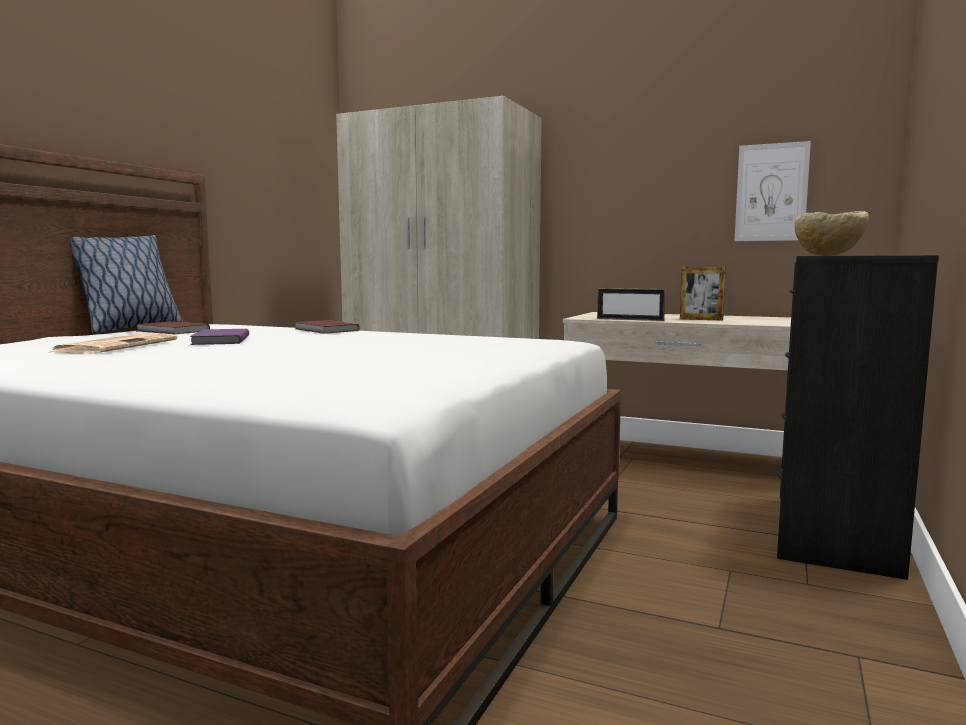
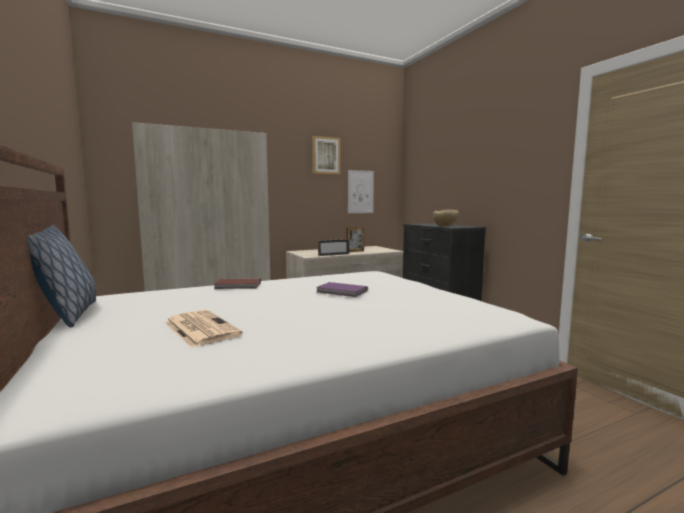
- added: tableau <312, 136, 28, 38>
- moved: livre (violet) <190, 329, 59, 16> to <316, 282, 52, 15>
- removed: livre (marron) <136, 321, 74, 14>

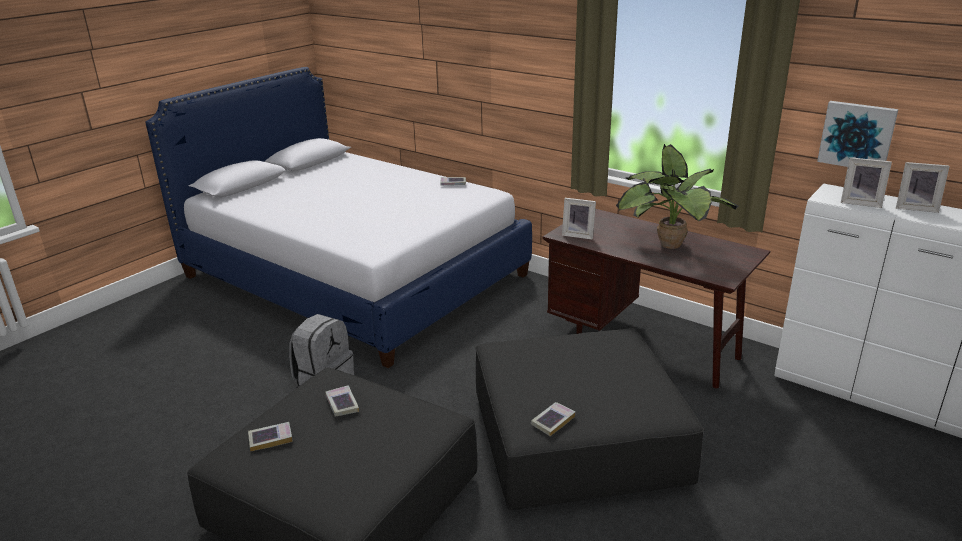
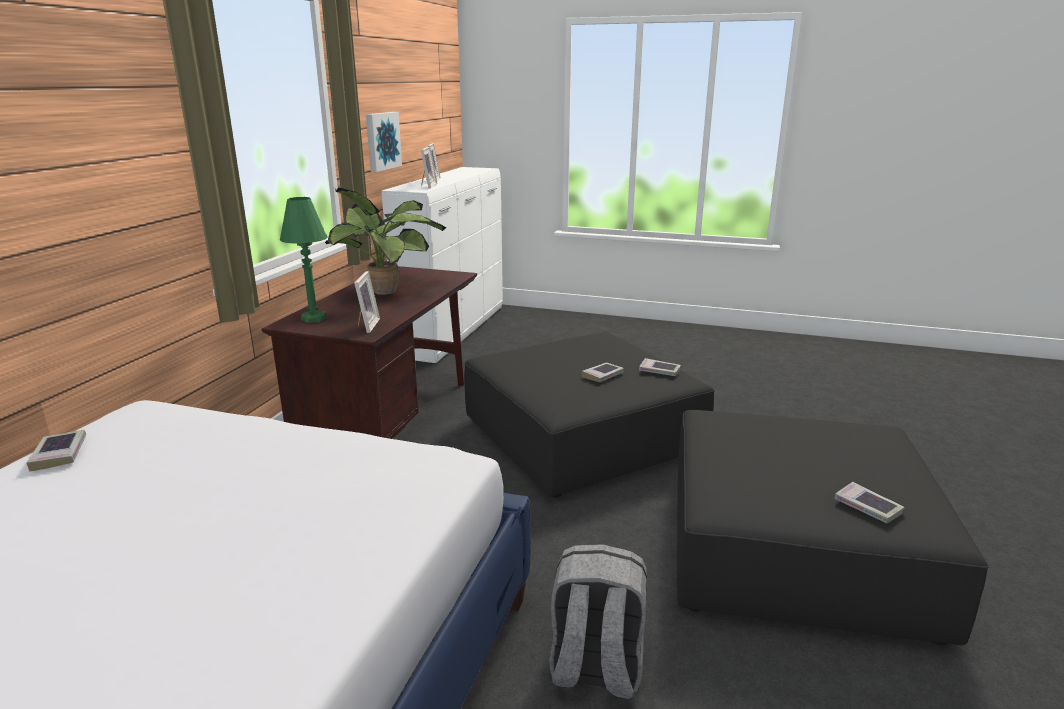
- added: lampe de table (vert) <280, 197, 48, 126>
- moved: livre <325, 385, 34, 32> to <582, 363, 42, 19>

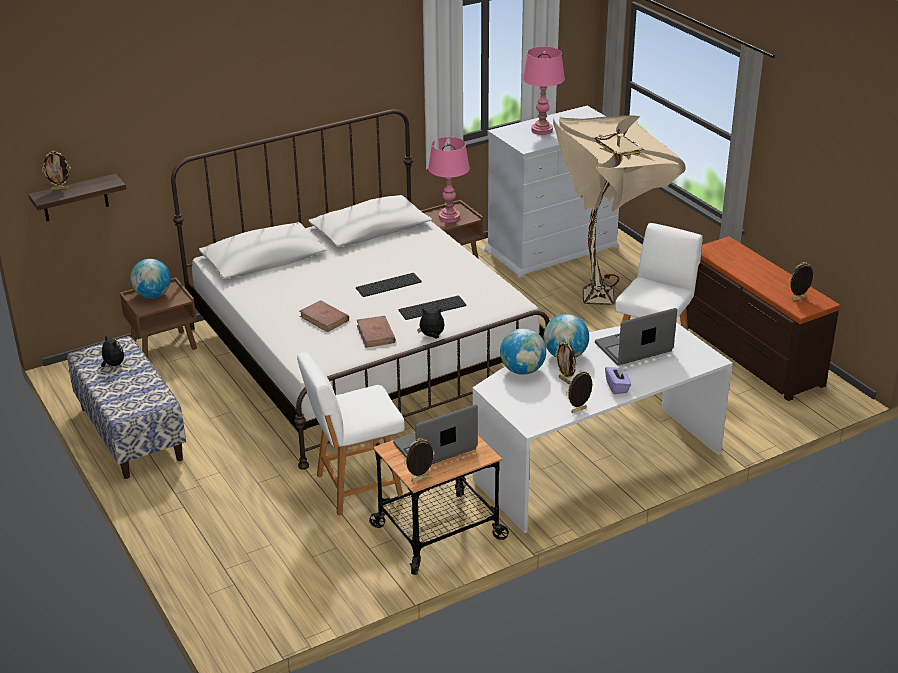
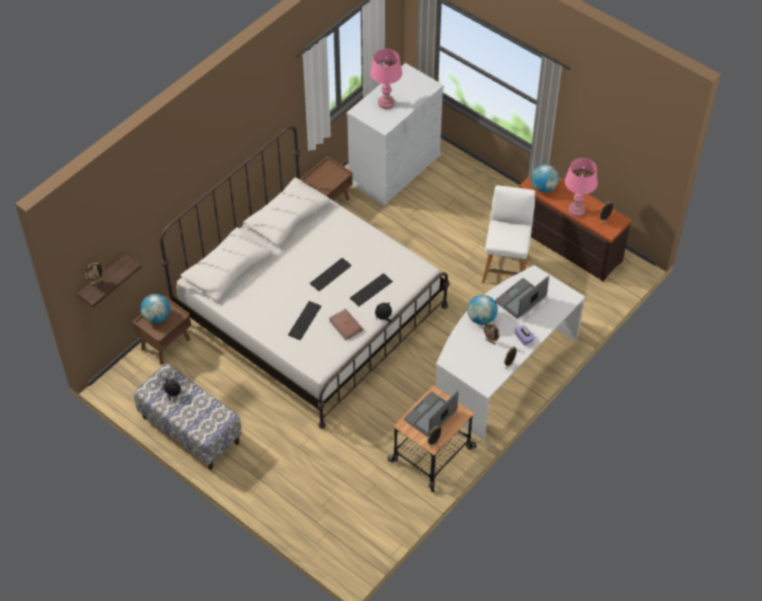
- replaced: livre (marron) <300, 300, 49, 32> to clavier <288, 301, 33, 39>
- moved: globe <500, 328, 46, 47> to <531, 164, 28, 29>
- moved: lampe de table (rose) <428, 137, 42, 86> to <565, 158, 33, 59>
- removed: chaise (blanc) <297, 352, 108, 164>
- removed: lampadaire (beige) <553, 115, 132, 190>

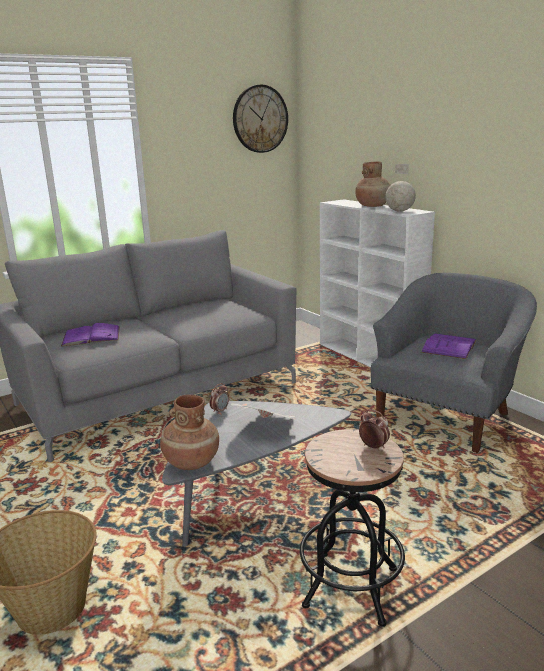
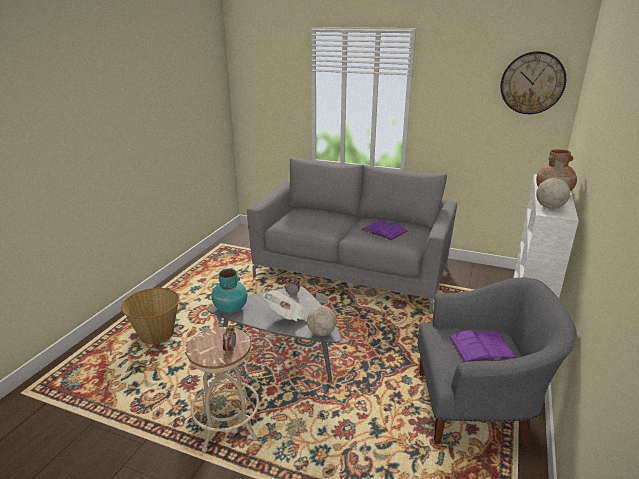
- recoloured: tabouret (noir) <300, 429, 105, 198> to tabouret (beige) <186, 327, 73, 125>
- recoloured: vase (marron) <160, 395, 59, 75> to vase (turquoise) <212, 268, 35, 45>
- added: globe <307, 292, 30, 44>
- moved: livre (violet) <61, 323, 59, 23> to <362, 221, 46, 19>

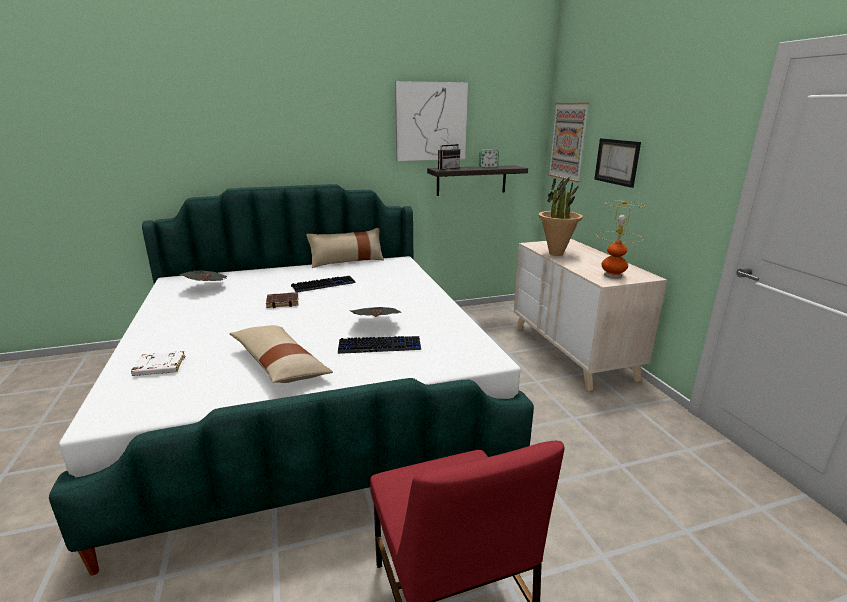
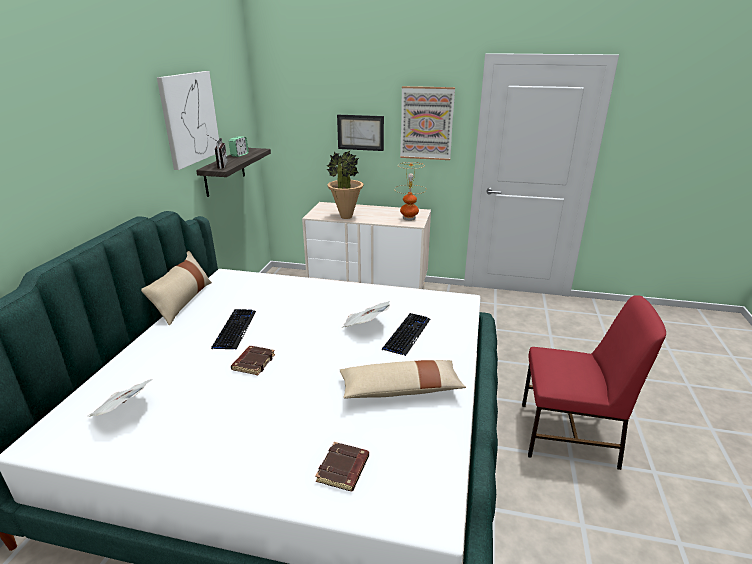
- recoloured: livre (blanc) <131, 351, 55, 25> to livre (marron) <315, 442, 54, 49>
- moved: tableau <548, 102, 42, 80> to <400, 86, 55, 74>

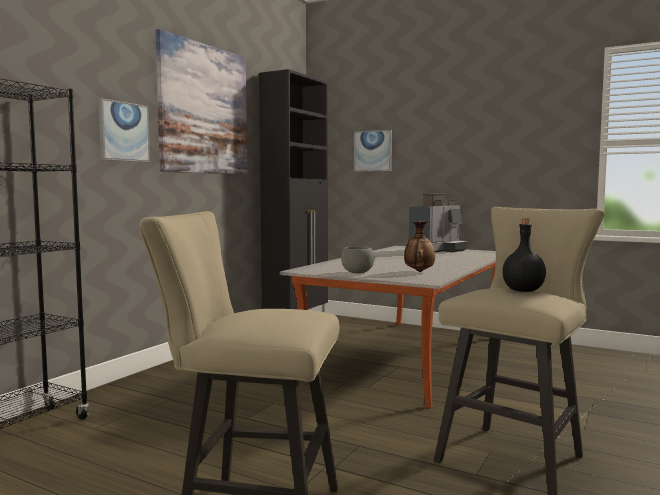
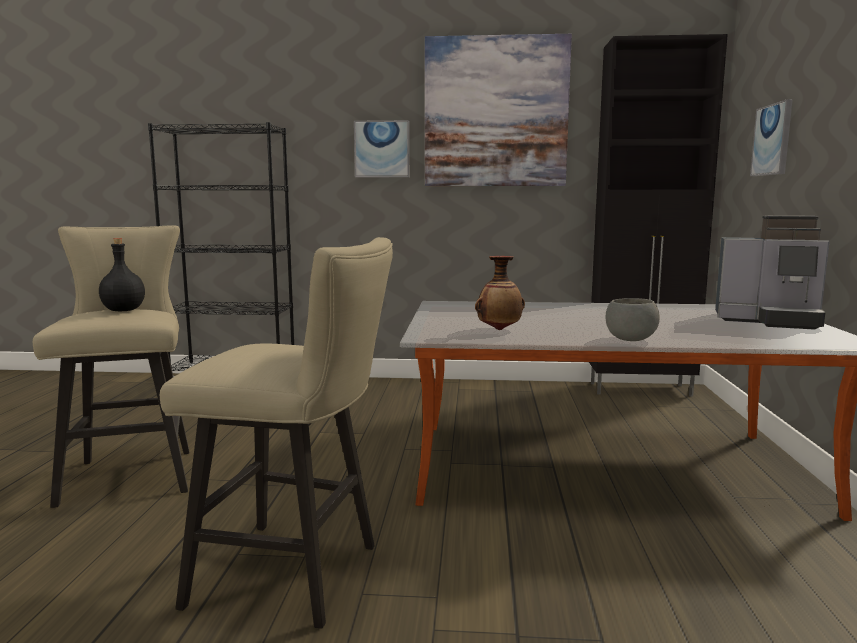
- moved: bouteille (noir) <502, 219, 44, 73> to <99, 238, 46, 73>
- moved: bol (gris) <341, 246, 34, 27> to <606, 298, 54, 43>

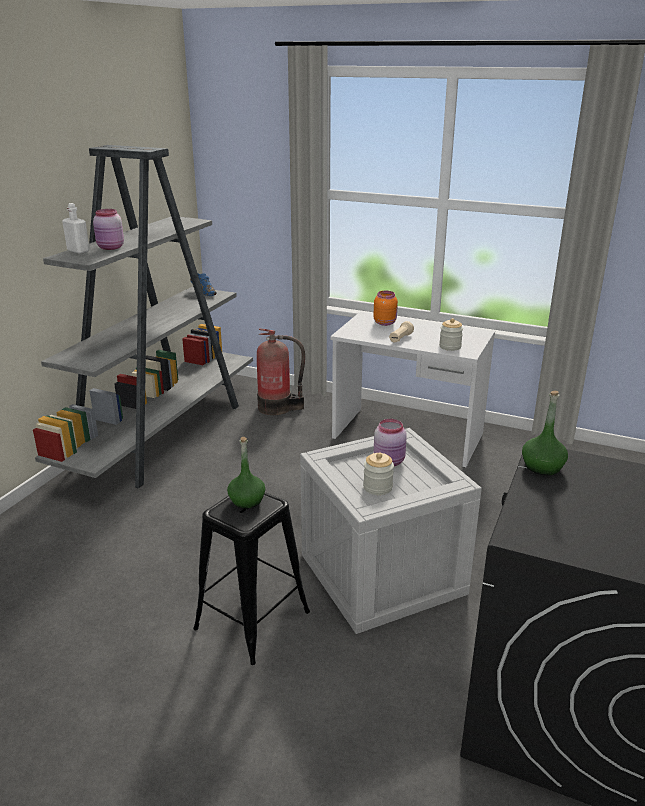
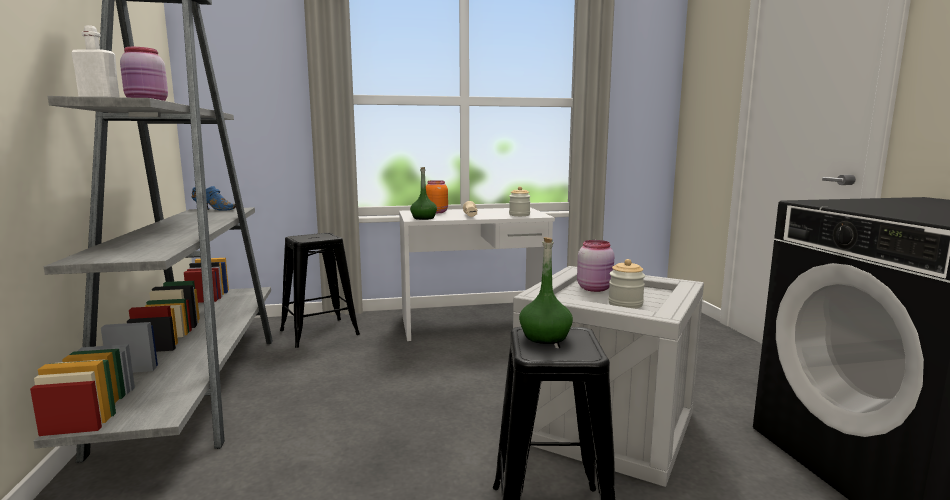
- replaced: extincteur <257, 328, 48, 87> to tabouret (noir) <280, 233, 80, 115>
- moved: bouteille (vert) <522, 391, 46, 85> to <410, 167, 27, 53>

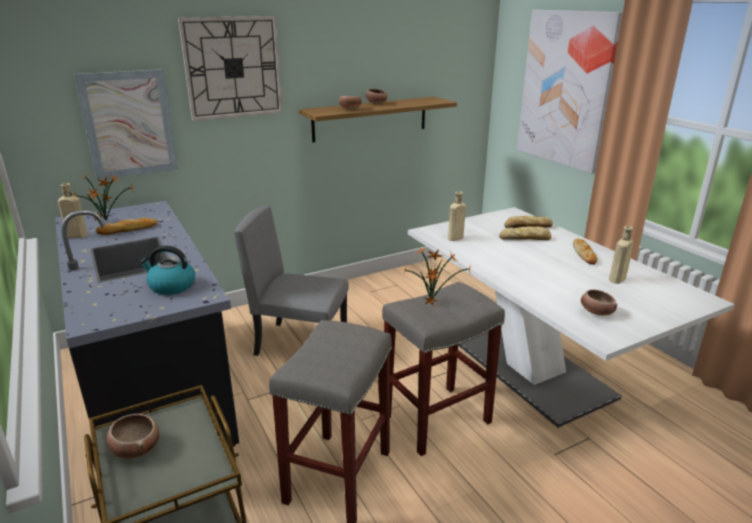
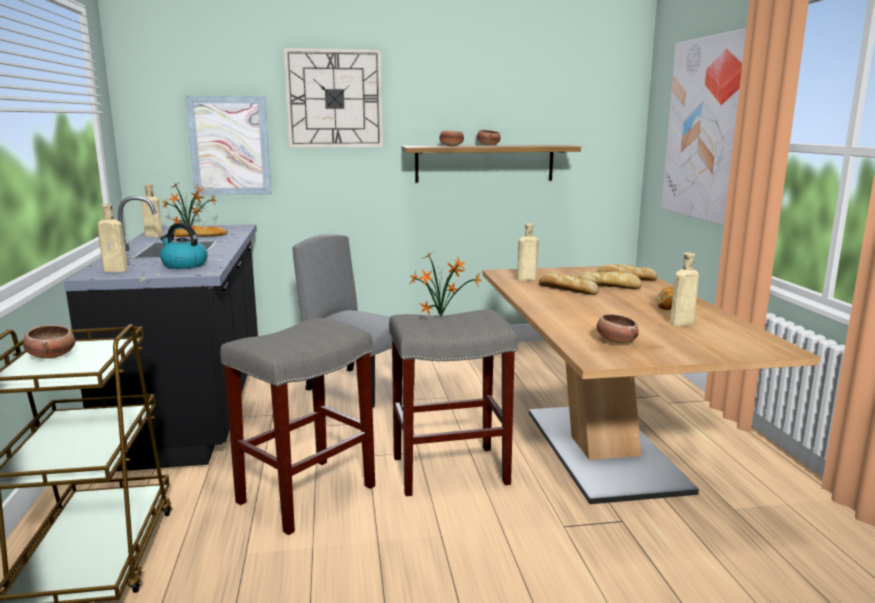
- added: bouteille (beige) <97, 204, 31, 68>
- recoloured: table à manger (blanc) <408, 207, 327, 221> to table à manger (marron) <482, 265, 338, 239>
- added: pain <539, 273, 60, 22>

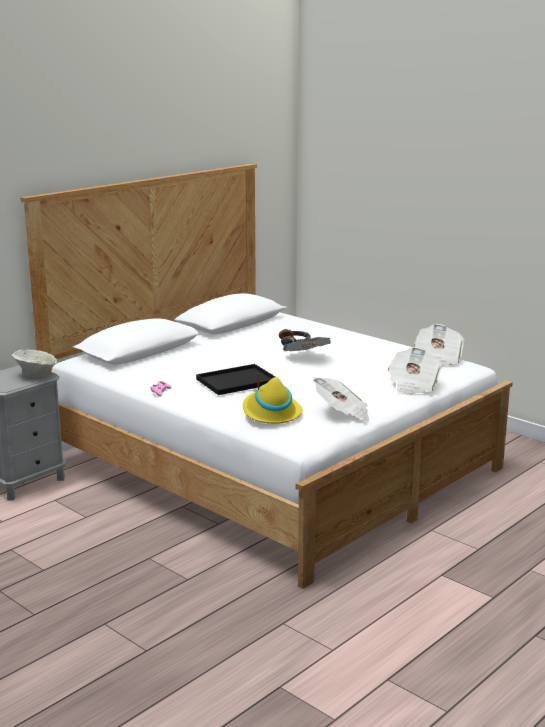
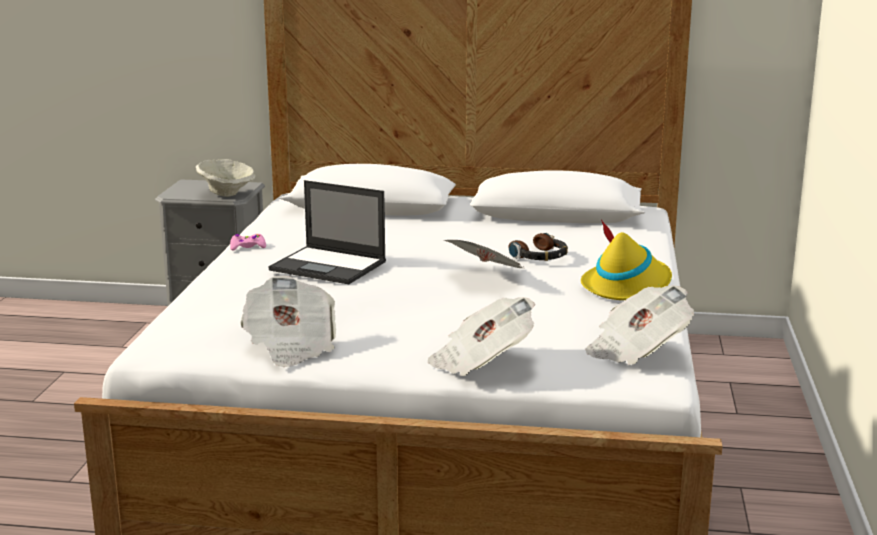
- replaced: plateau (noir) <196, 364, 83, 31> to ordinateur portable <268, 180, 118, 104>
- moved: chapeau (jaune) <243, 374, 60, 50> to <581, 219, 91, 81>

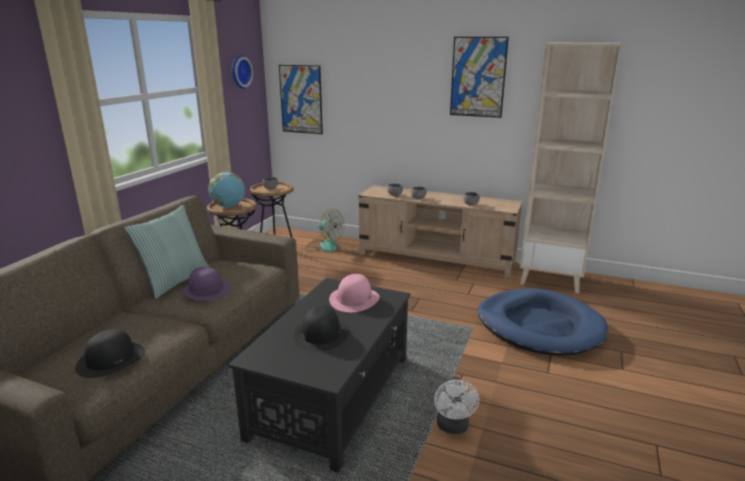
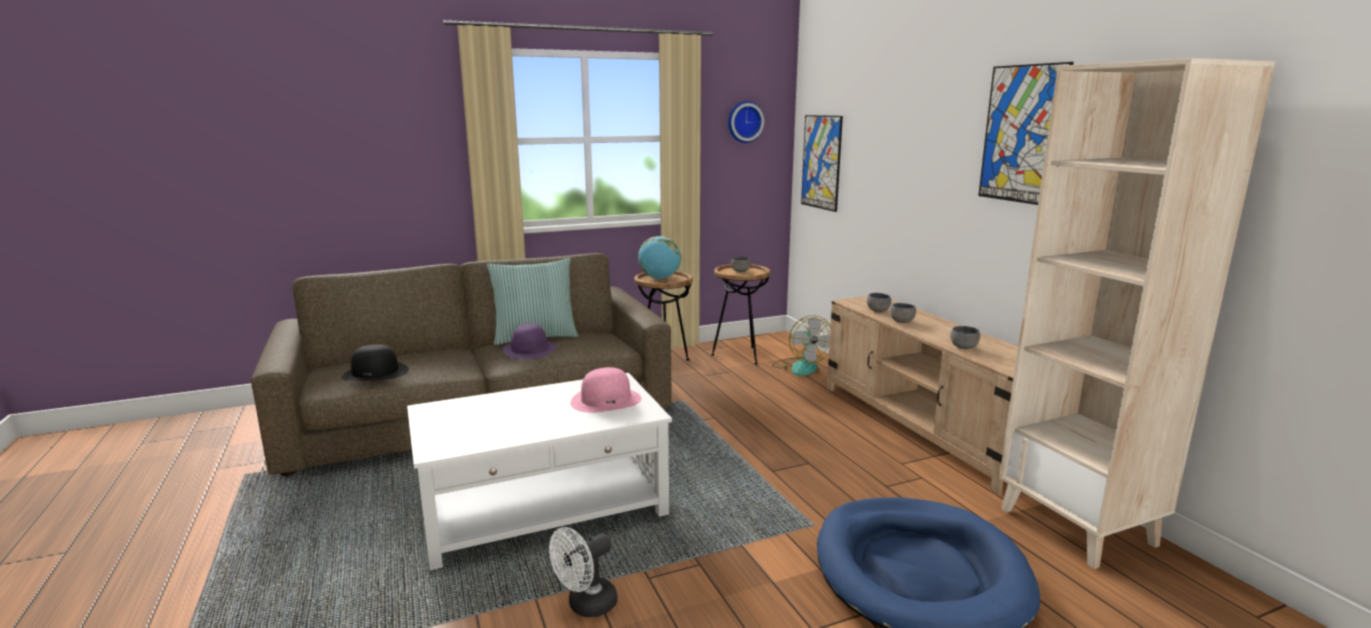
- recoloured: table basse (noir) <228, 278, 182, 195> to table basse (blanc) <407, 373, 265, 197>
- removed: chapeau (noir) <292, 305, 57, 47>

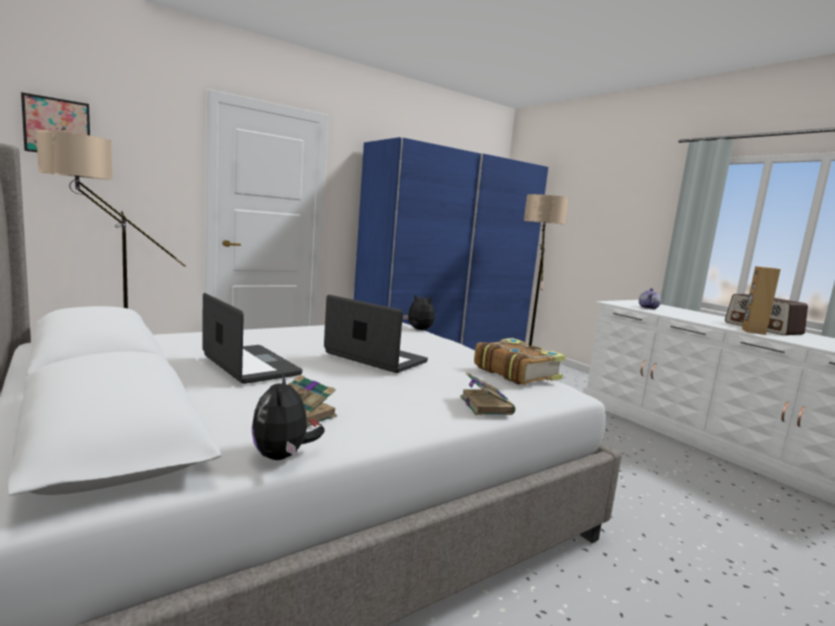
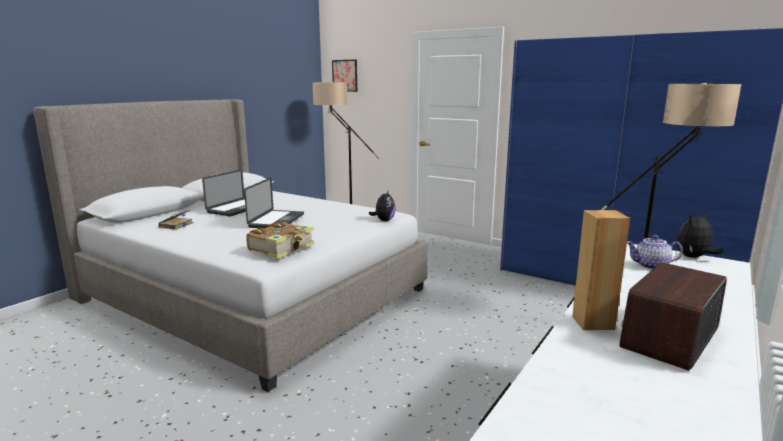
- moved: peluche <252, 371, 73, 89> to <676, 211, 48, 47>
- removed: livre <460, 372, 55, 43>

